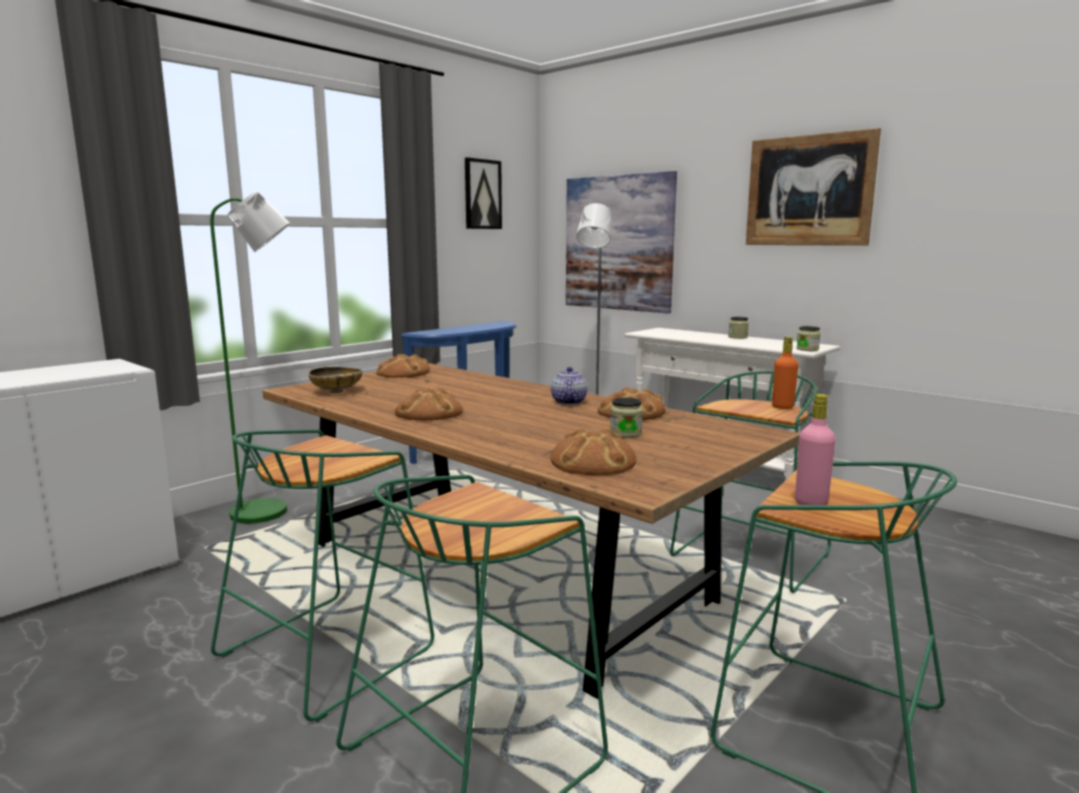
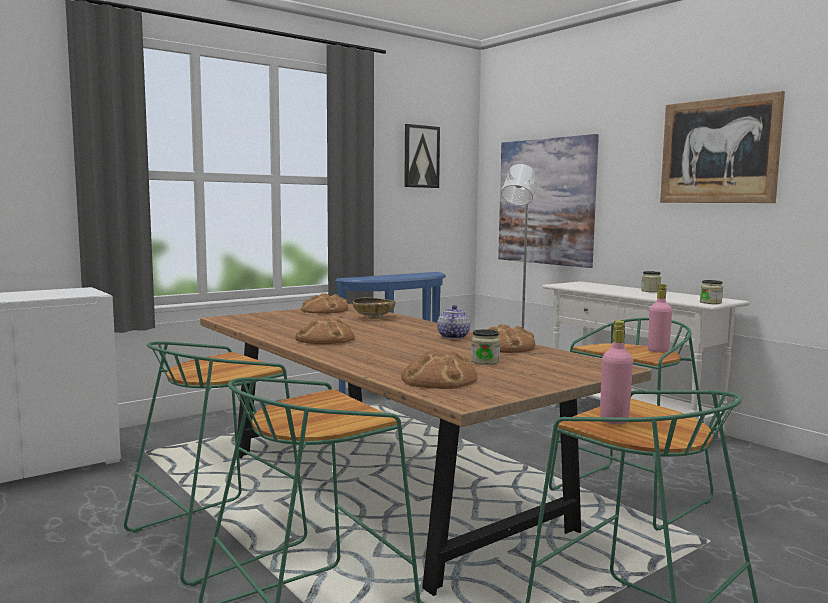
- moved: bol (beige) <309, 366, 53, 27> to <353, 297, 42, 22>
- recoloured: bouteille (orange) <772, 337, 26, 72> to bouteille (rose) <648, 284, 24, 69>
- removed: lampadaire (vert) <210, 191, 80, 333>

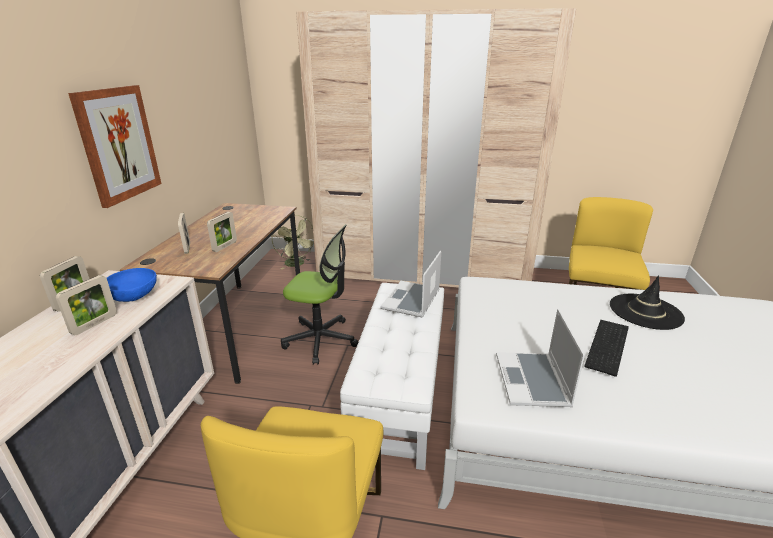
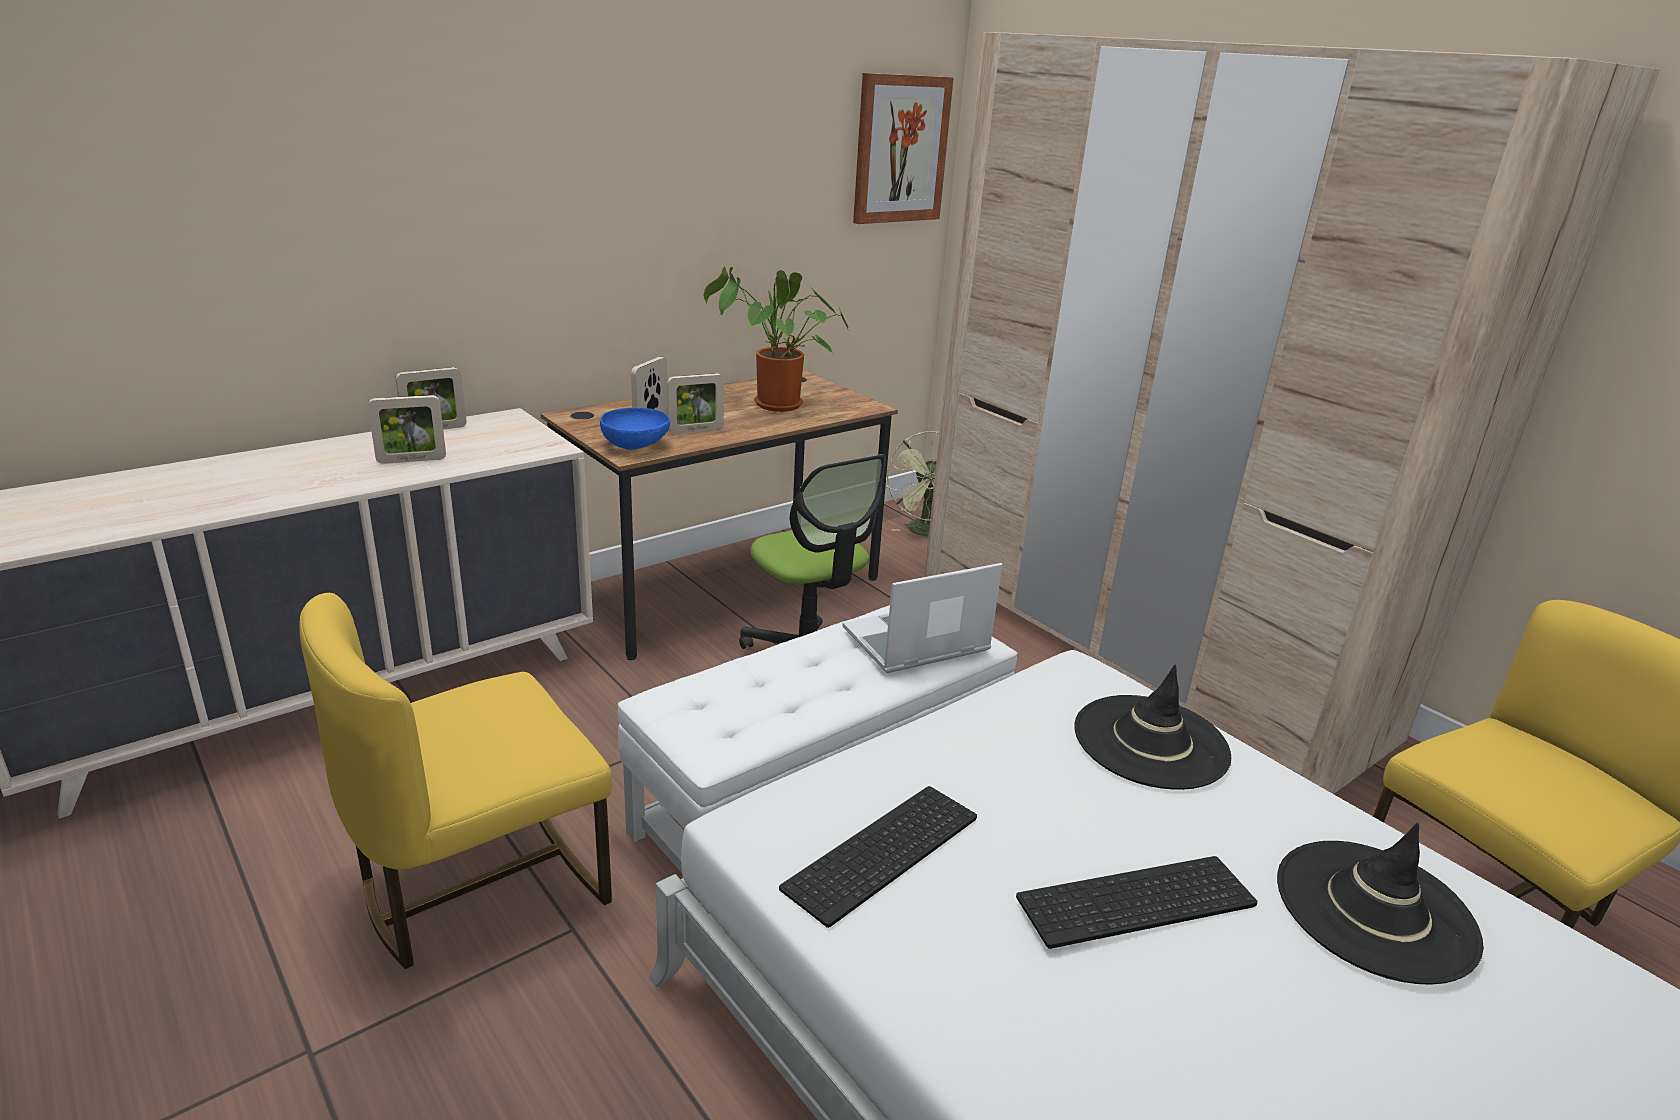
- moved: bol (bleu) <107, 268, 50, 34> to <600, 408, 70, 42>
- added: plante en pot <703, 266, 146, 146>
- replaced: ordinateur portable <496, 309, 89, 98> to clavier <779, 786, 198, 142>
- moved: tableau <68, 85, 93, 123> to <853, 73, 100, 151>
- added: chapeau (noir) <1074, 665, 157, 125>

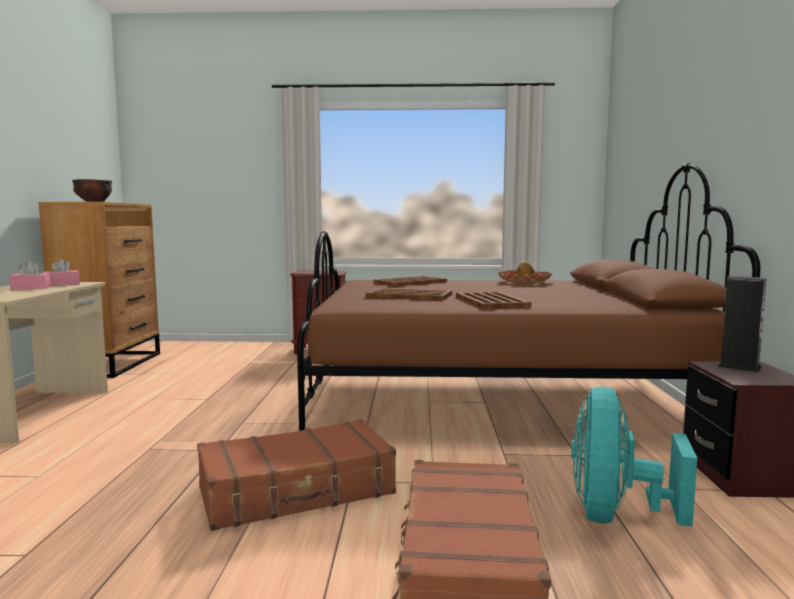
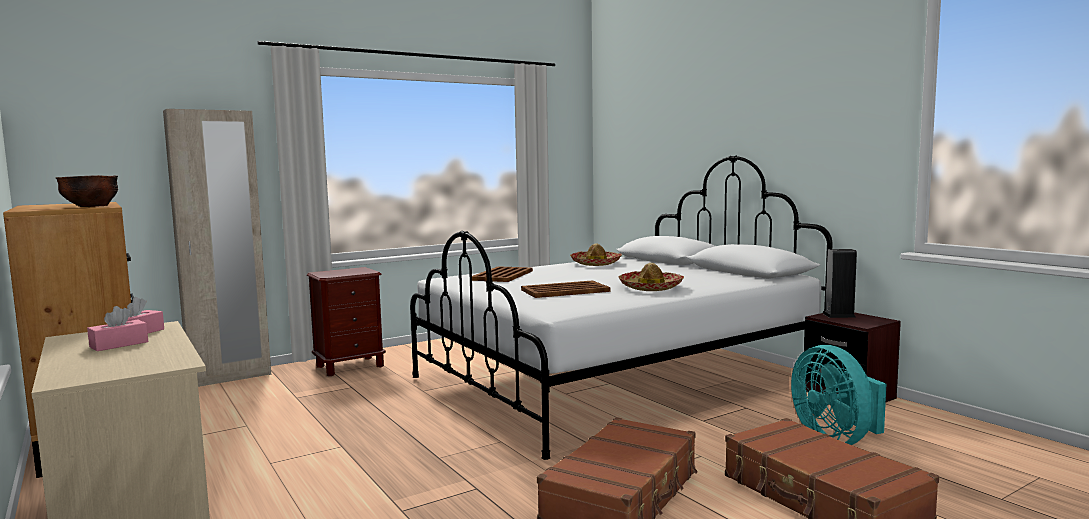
- added: armoire (beige) <163, 109, 108, 278>
- recoloured: lit (marron) <297, 163, 463, 268> to lit (blanc) <410, 156, 422, 304>
- replaced: plateau (marron) <456, 292, 75, 17> to chapeau <619, 263, 65, 28>

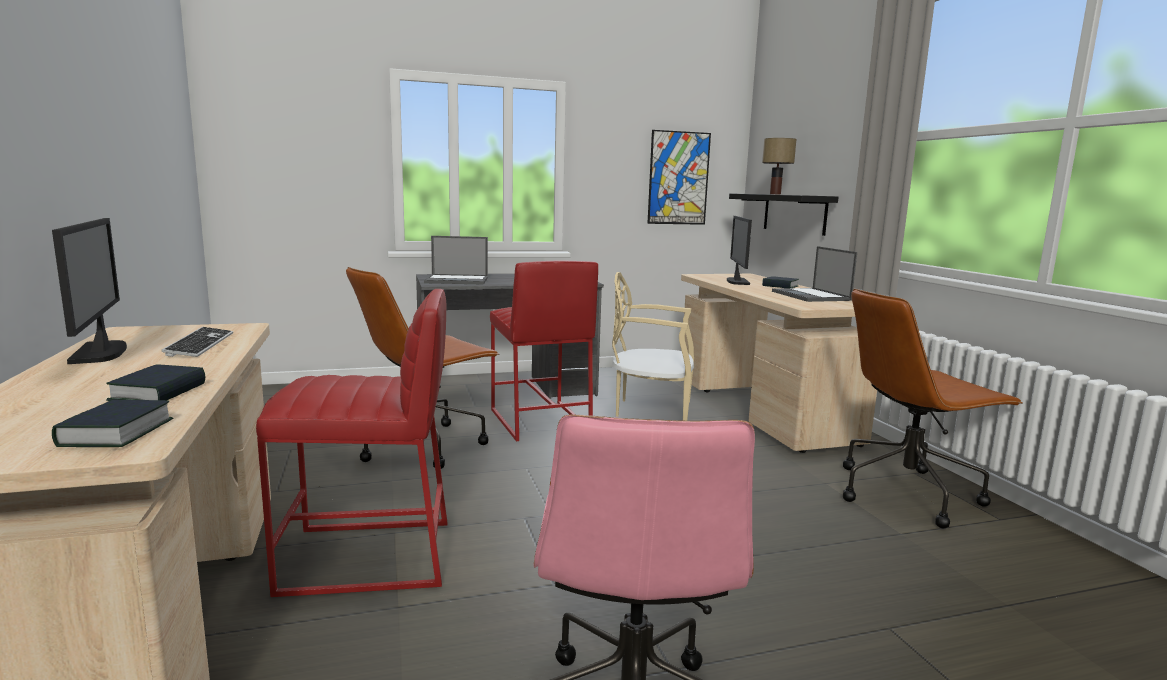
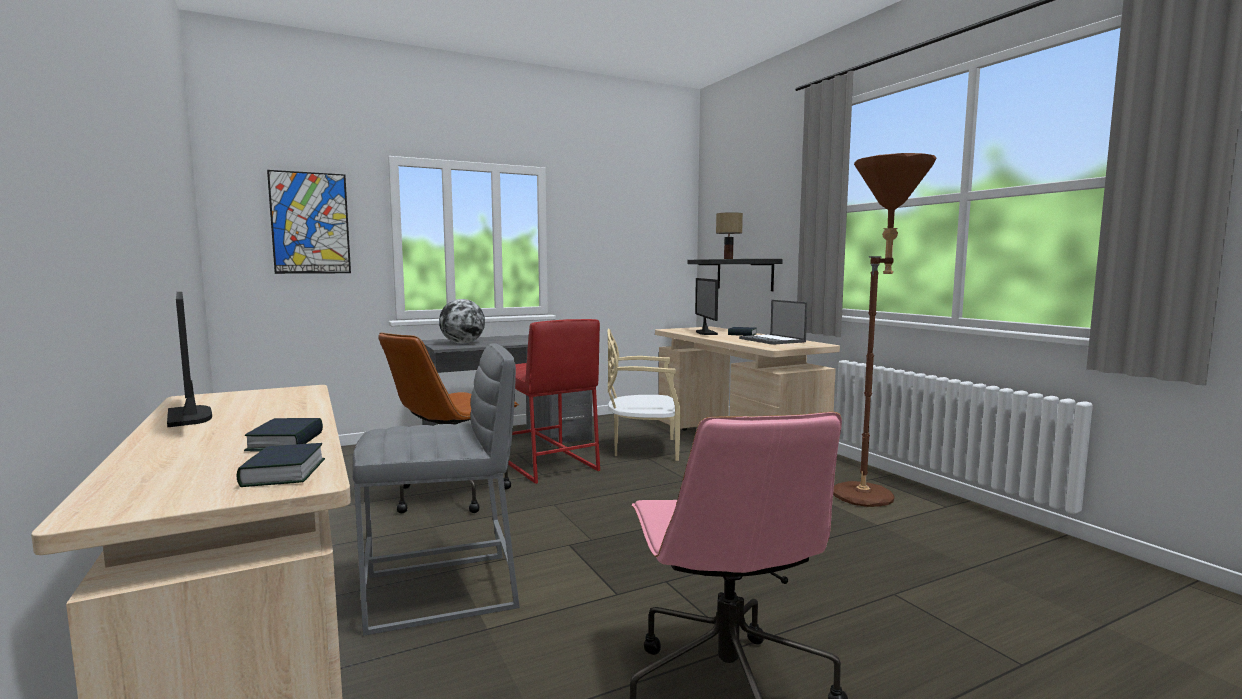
- moved: tableau <647, 130, 64, 95> to <267, 170, 84, 104>
- recoloured: tabouret (rouge) <256, 289, 192, 308> to tabouret (gris) <353, 343, 167, 293>
- replaced: ordinateur portable <424, 236, 64, 49> to globe <439, 299, 46, 45>
- replaced: chaise de bureau (marron) <843, 289, 180, 240> to lampadaire (marron) <833, 153, 103, 354>
- removed: clavier <161, 327, 72, 30>

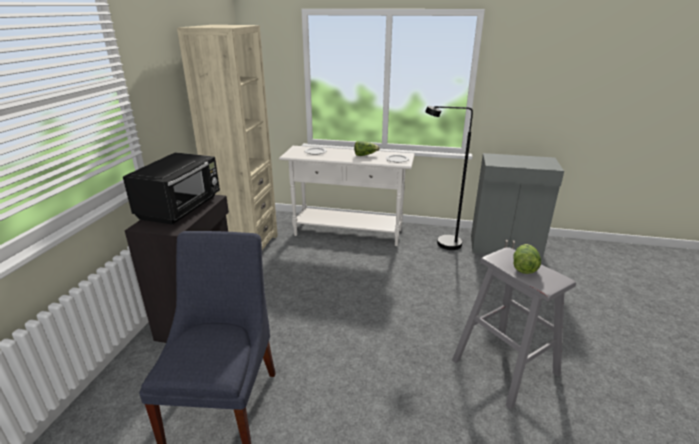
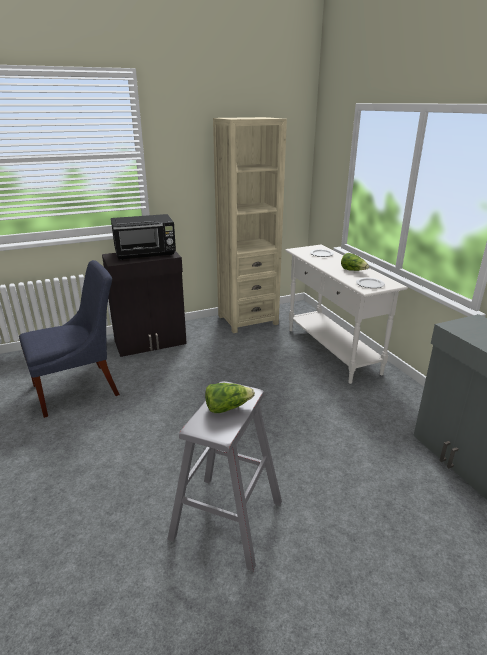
- removed: lampadaire (noir) <425, 106, 48, 144>

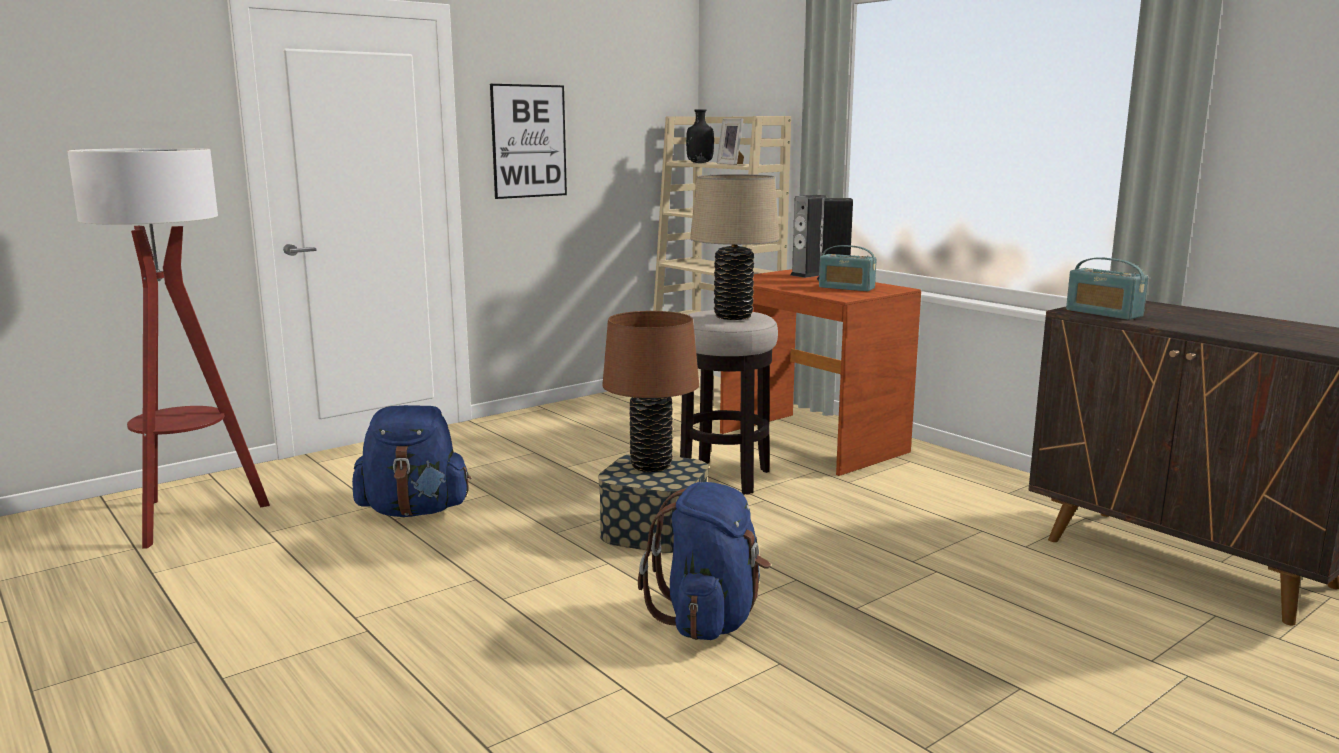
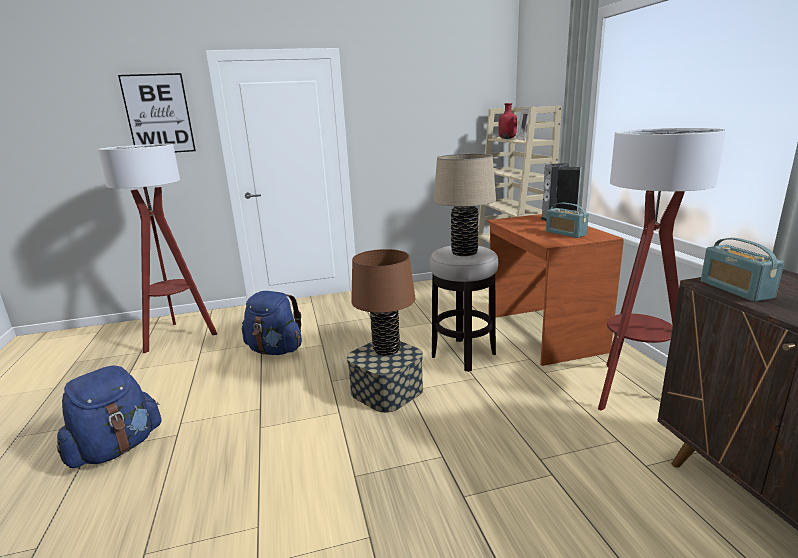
- moved: sac à dos (bleu) <638, 482, 133, 158> to <57, 365, 105, 103>
- moved: tableau <490, 84, 77, 115> to <118, 73, 78, 79>
- recoloured: bouteille (noir) <686, 109, 28, 54> to bouteille (rouge) <498, 103, 19, 36>
- added: lampadaire <598, 128, 128, 283>

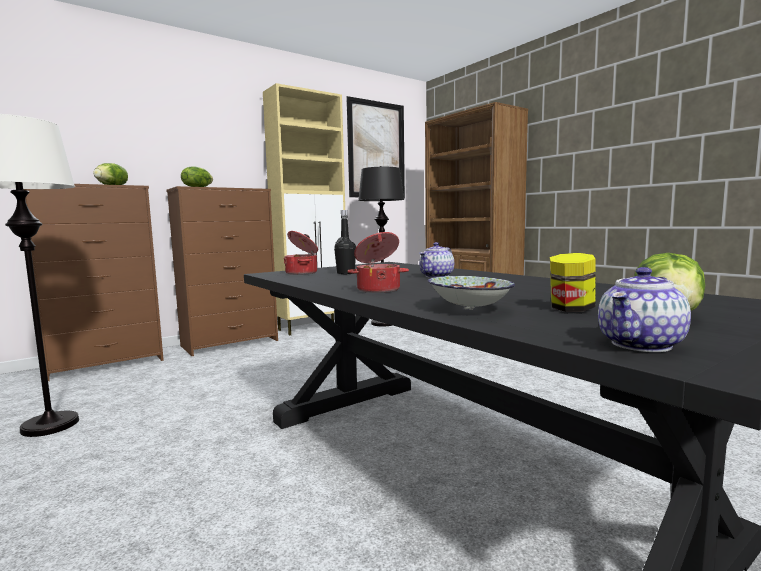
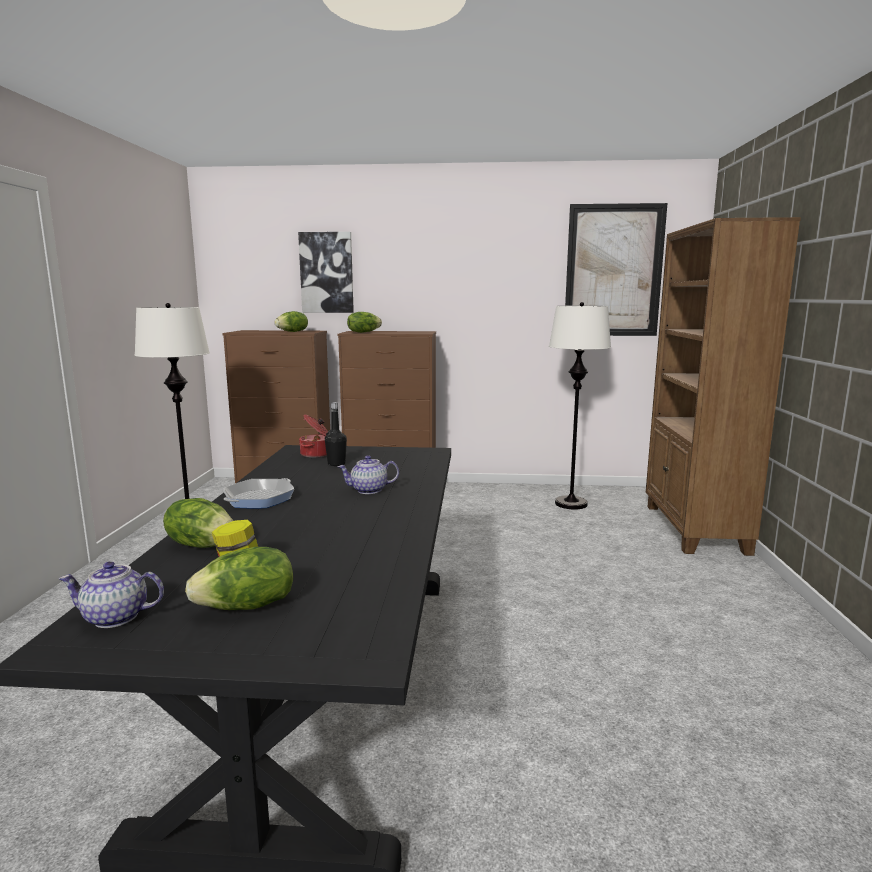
- replaced: bol <428, 276, 87, 34> to laitue <163, 498, 70, 50>
- replaced: marmite <347, 232, 62, 61> to poêle <223, 478, 71, 30>
- added: tableau <298, 232, 56, 81>
- recoloured: lampadaire (noir) <358, 166, 47, 161> to lampadaire (blanc) <549, 302, 62, 207>
- removed: meuble de rangement (beige) <263, 83, 82, 252>

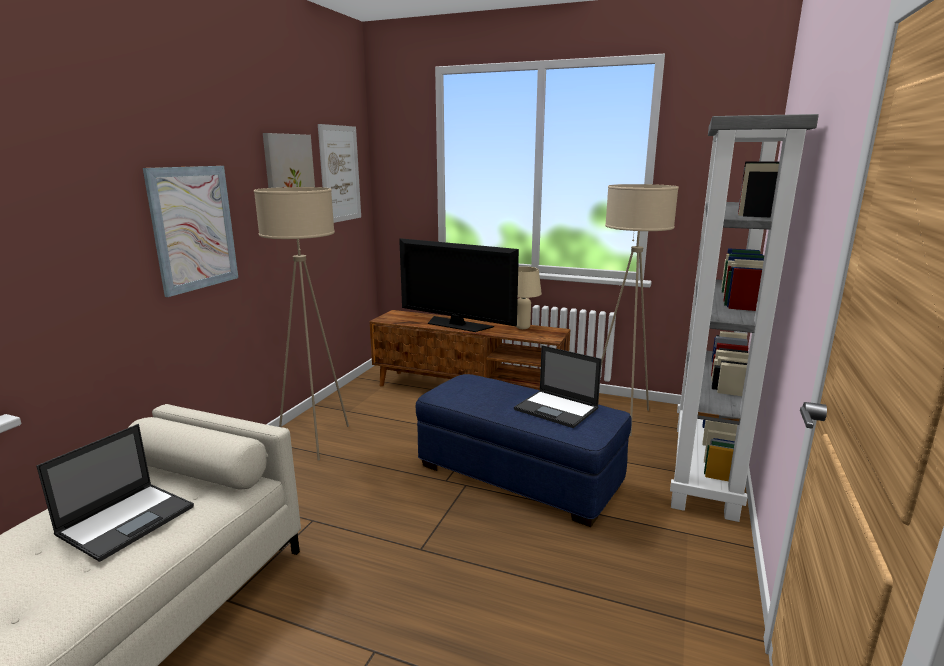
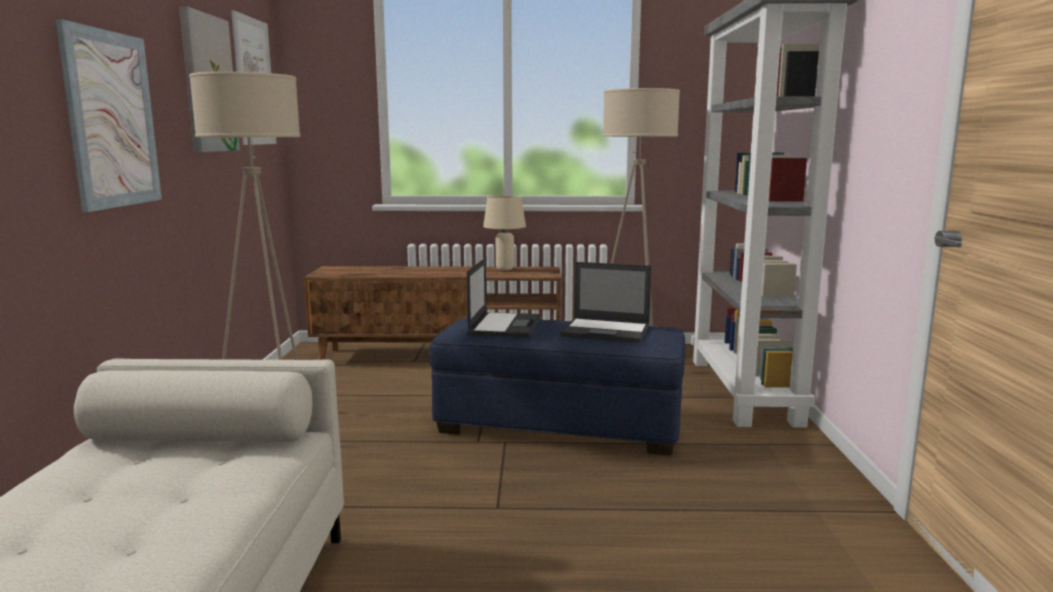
- moved: ordinateur portable <36, 424, 158, 138> to <467, 258, 74, 79>
- removed: téléviseur <399, 238, 120, 94>

